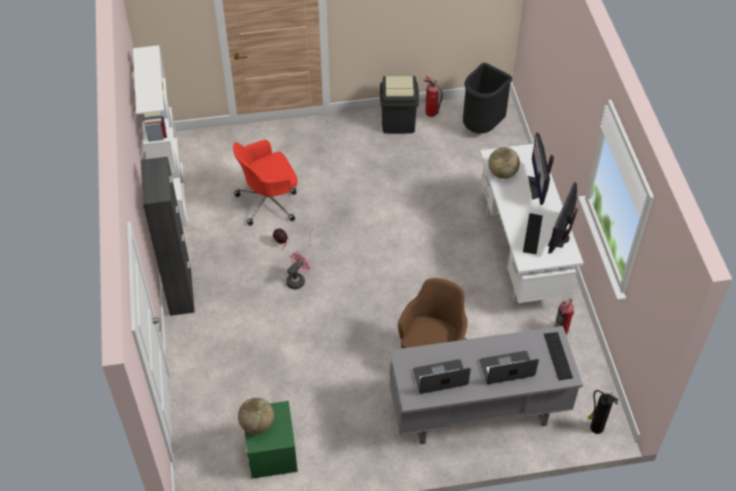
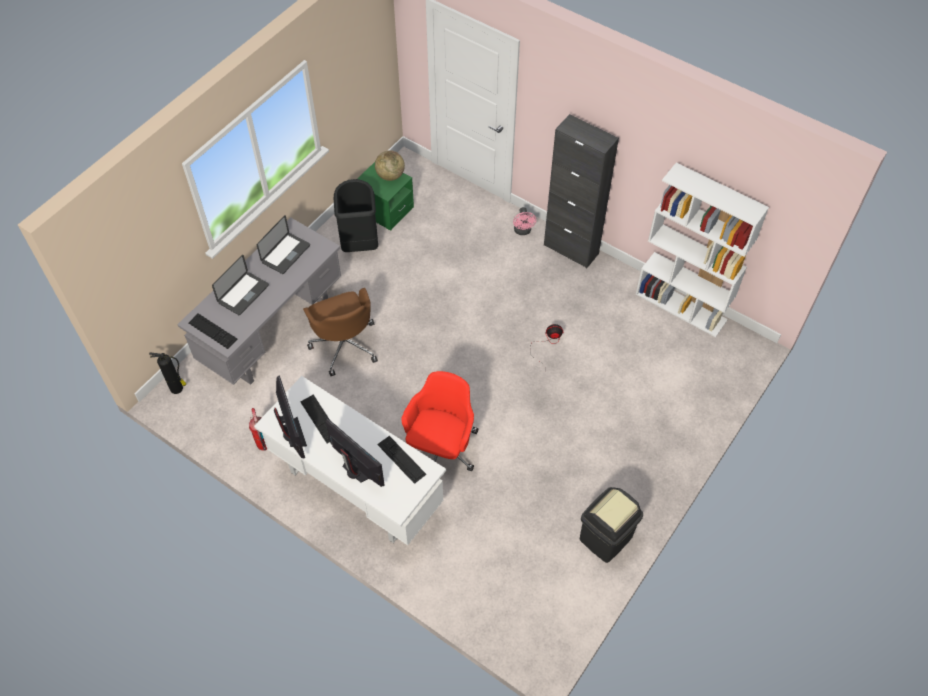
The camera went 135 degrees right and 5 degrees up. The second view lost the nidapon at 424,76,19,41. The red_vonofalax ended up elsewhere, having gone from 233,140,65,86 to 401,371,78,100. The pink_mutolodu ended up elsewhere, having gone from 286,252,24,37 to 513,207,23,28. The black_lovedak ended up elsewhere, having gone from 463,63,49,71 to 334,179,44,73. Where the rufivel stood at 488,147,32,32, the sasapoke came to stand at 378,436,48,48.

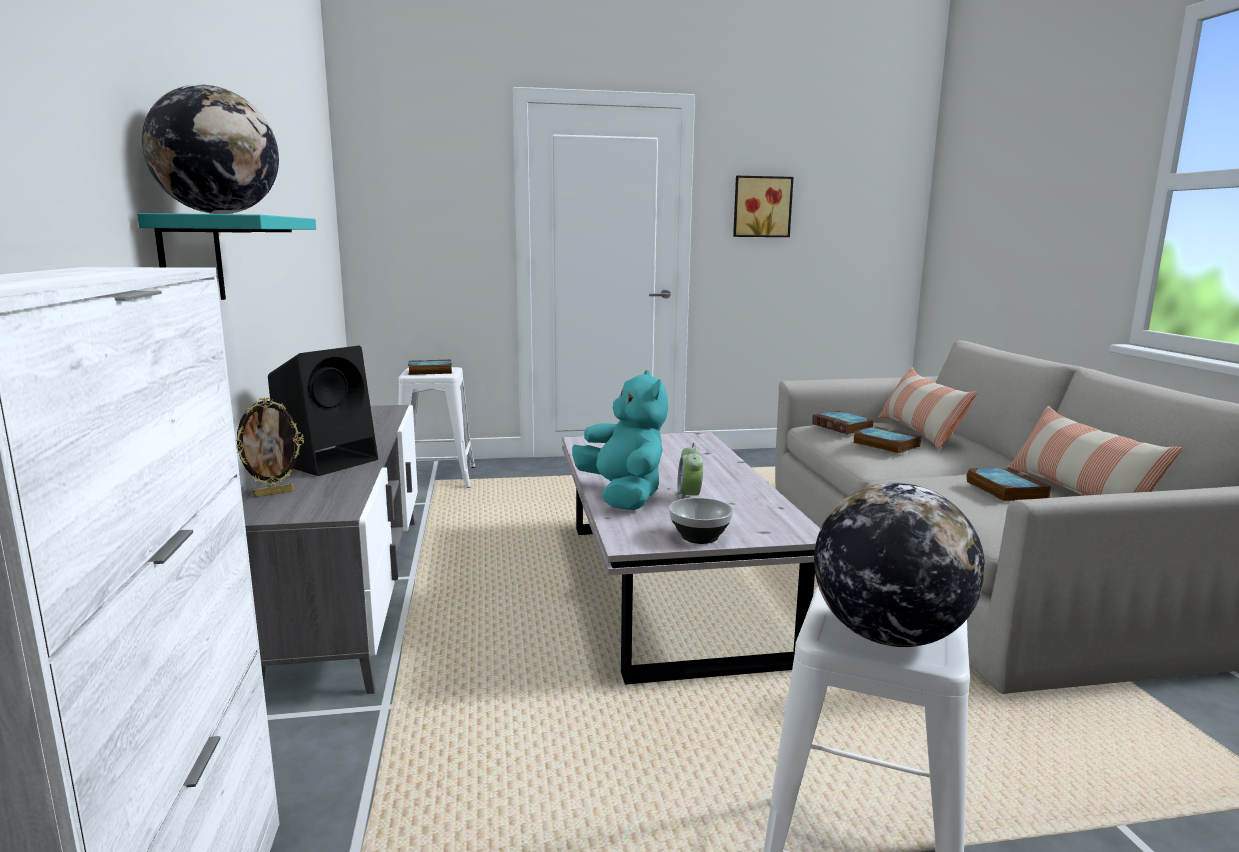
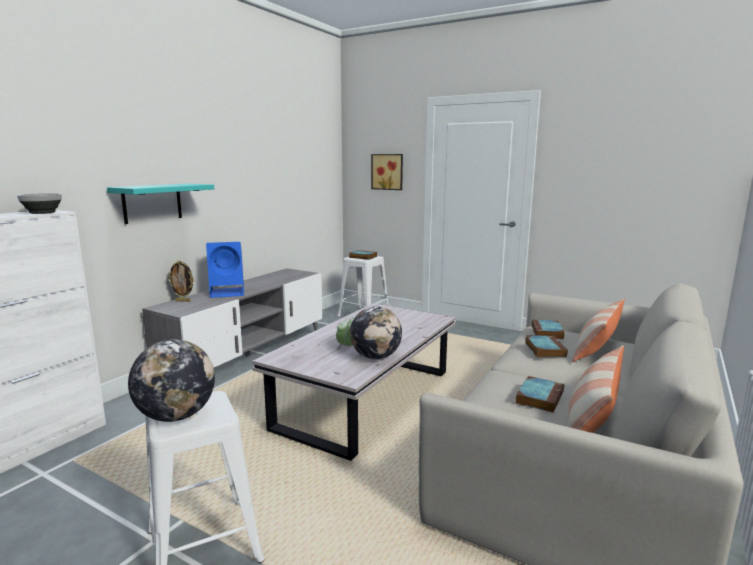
The camera went 40 degrees right and 0 degrees up. The second view lost the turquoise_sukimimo at 572,370,96,140. The rufivel ended up elsewhere, having gone from 142,84,137,130 to 350,306,52,53. The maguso ended up elsewhere, having gone from 669,498,64,46 to 17,193,45,21. The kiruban ended up elsewhere, having gone from 733,176,61,61 to 371,154,32,36. What was the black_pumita at 268,346,110,130 turned into the blue_pumita at 206,242,38,56.

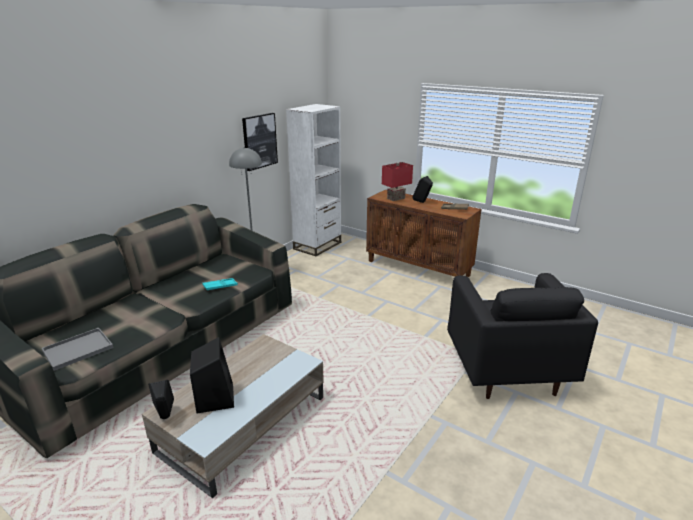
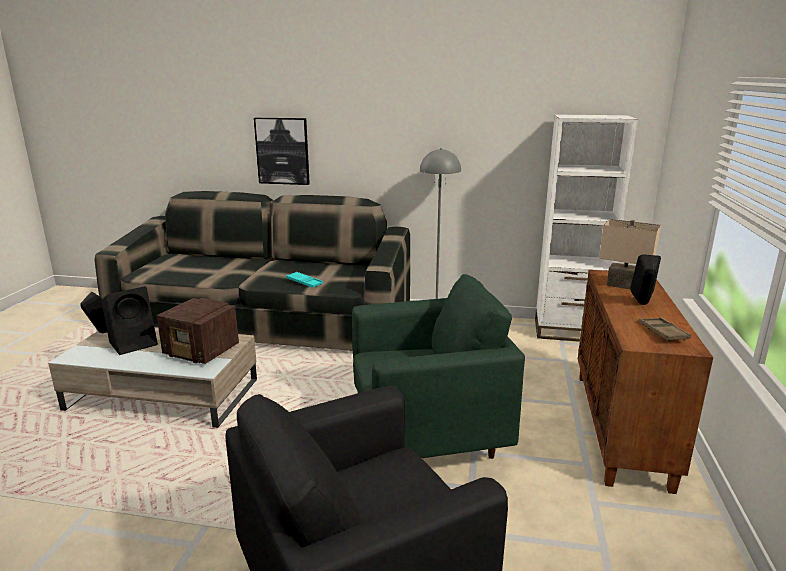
The camera went 65 degrees right and 5 degrees down. The second view lost the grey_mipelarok at 42,328,72,43. The second view gained the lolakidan at 156,298,83,66. The second view gained the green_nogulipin at 352,274,173,185. The kiruban ended up elsewhere, having gone from 242,113,36,58 to 254,118,56,67. What was the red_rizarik at 382,162,31,39 turned into the beige_rizarik at 599,219,62,71.

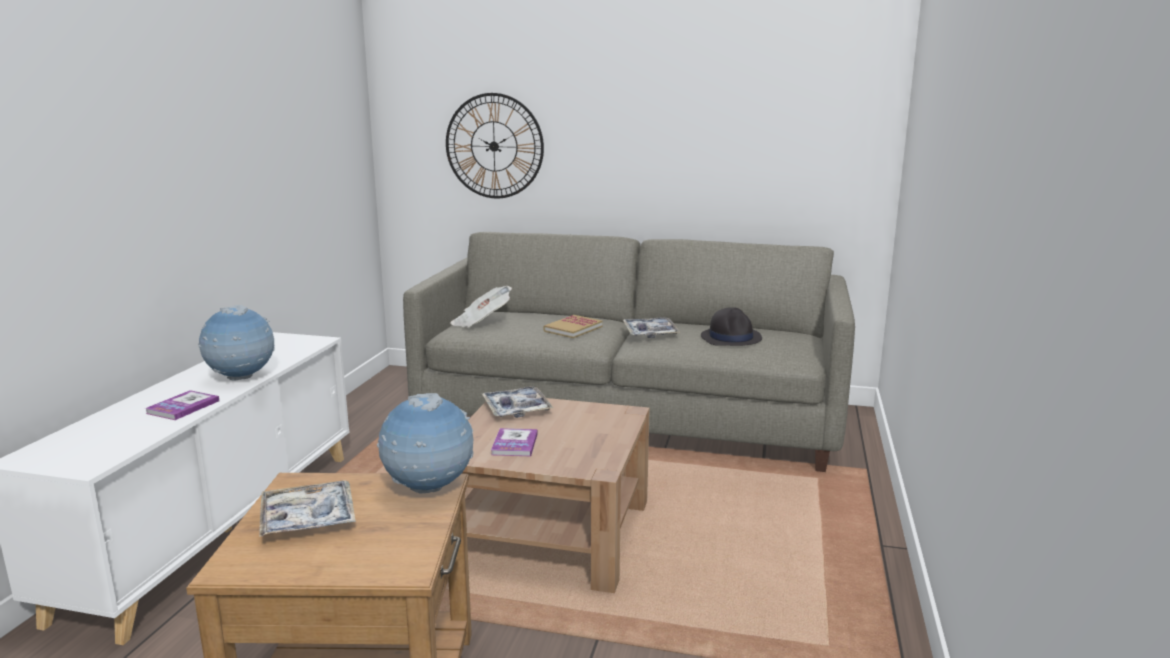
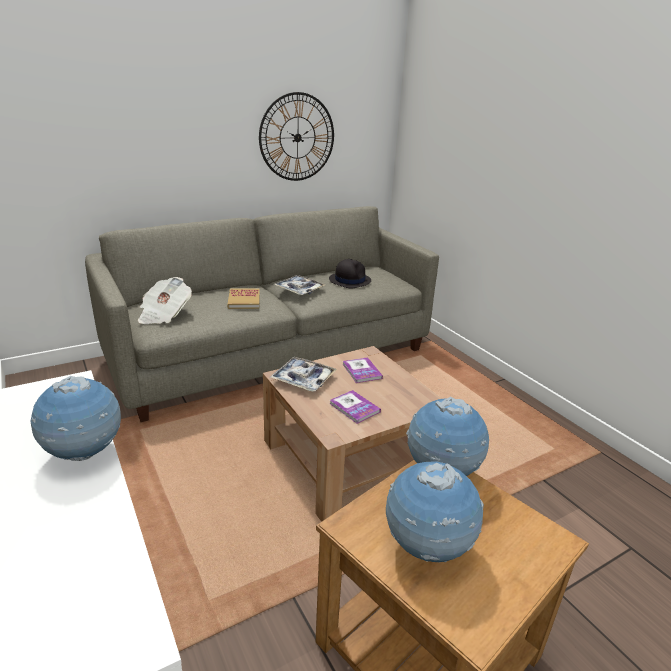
The camera went 45 degrees left and 10 degrees up. The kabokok ended up elsewhere, having gone from 145,390,74,30 to 343,357,40,26. The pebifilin ended up elsewhere, having gone from 446,93,98,105 to 259,92,75,89. Where the mipelarok stood at 259,480,97,57, the rufivel came to stand at 386,461,98,101.

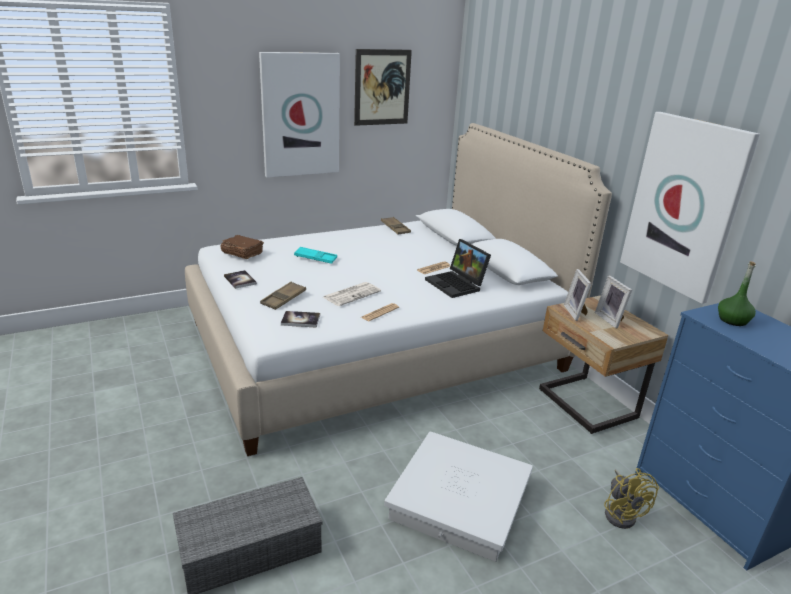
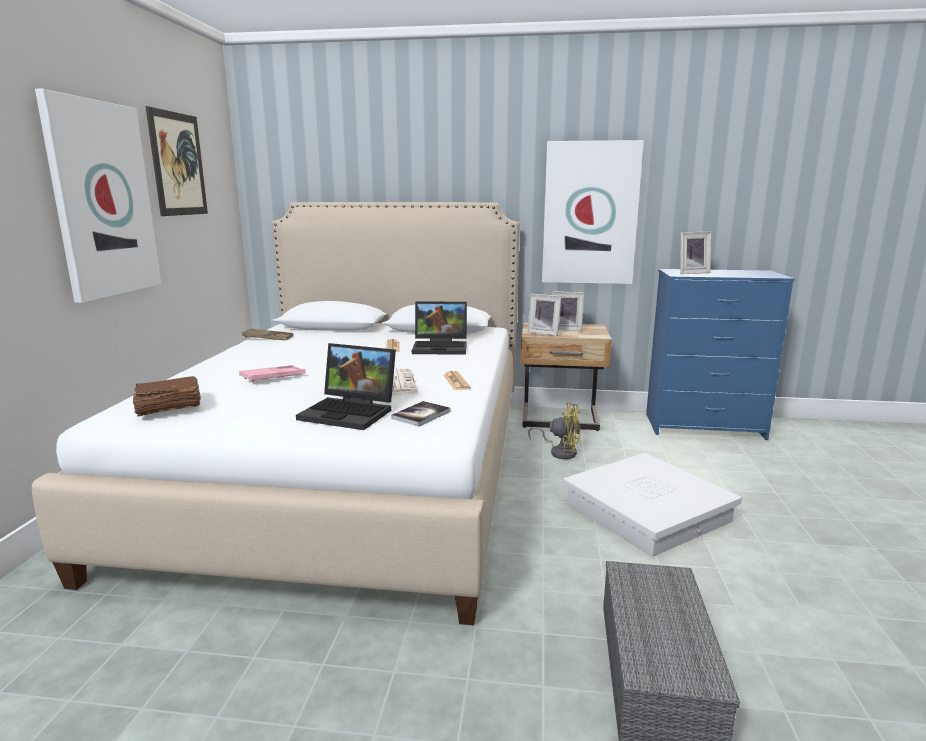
The camera went 55 degrees left and 10 degrees down. The second view lost the kabokok at 224,270,33,19. The yellow_mutolodu ended up elsewhere, having gone from 604,468,55,61 to 528,402,53,57. Where the brown_mipelarok stood at 260,281,46,29, the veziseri came to stand at 296,343,100,87. Where the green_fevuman stood at 718,261,38,65, the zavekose came to stand at 680,232,31,42. What was the turquoise_mipelarok at 294,247,43,17 turned into the pink_mipelarok at 239,365,66,17.

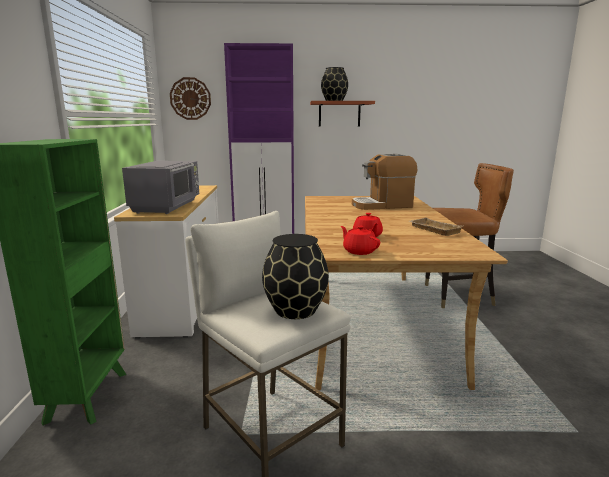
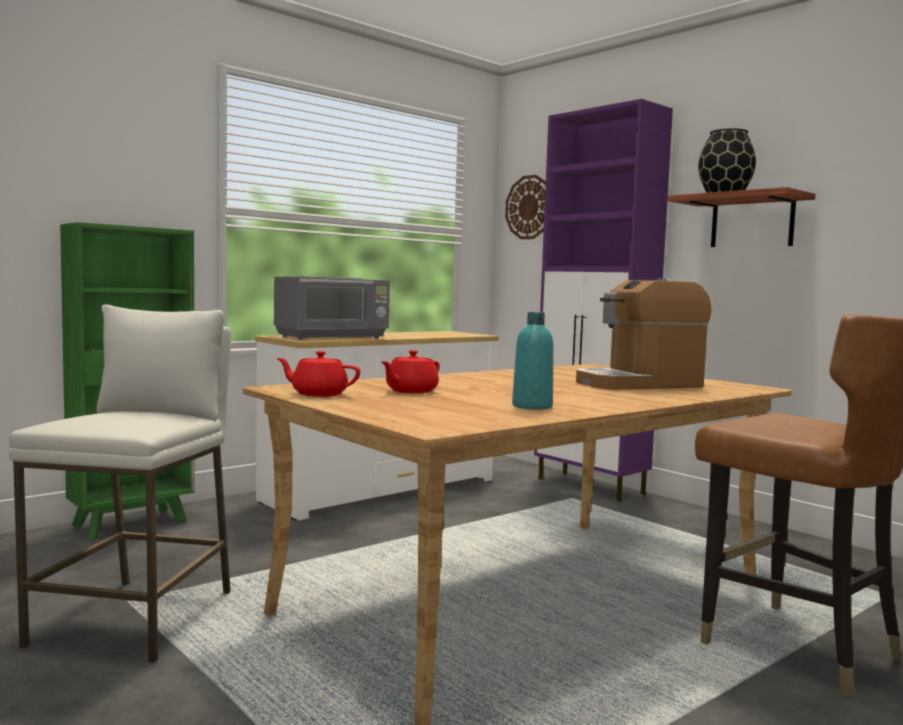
The camera went 50 degrees right and 10 degrees down. The second view lost the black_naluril at 262,234,67,85. Where the beige_mipelarok stood at 409,218,54,18, the turquoise_fevuman came to stand at 512,312,42,98. The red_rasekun at 341,226,39,29 ended up facing another way, 90 degrees counterclockwise from before. The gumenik at 352,153,65,57 ended up facing another way, 60 degrees counterclockwise from before.

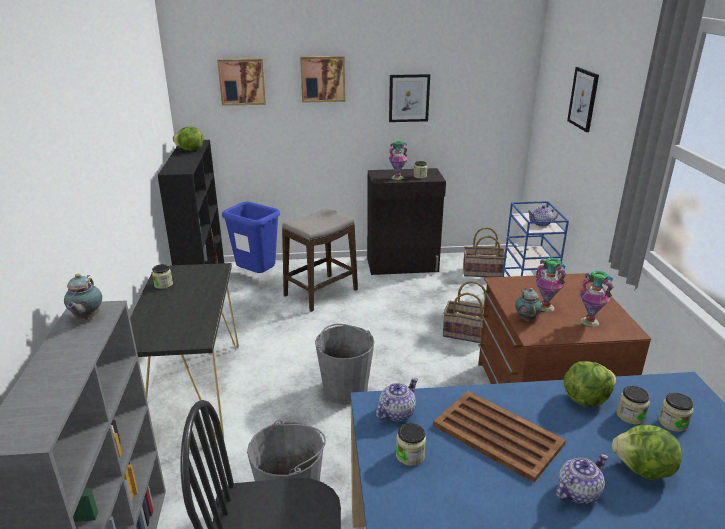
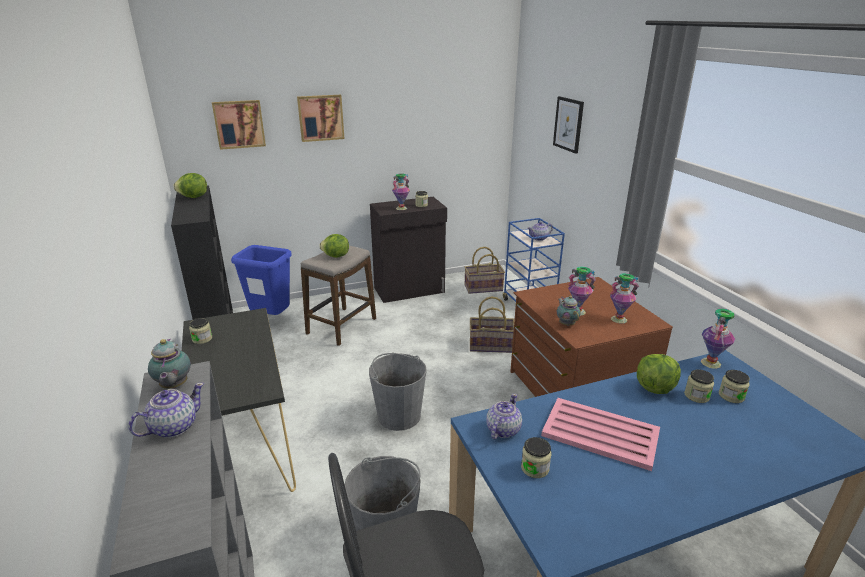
The camera went 15 degrees left and 0 degrees up. The second view lost the kiruban at 389,74,41,48. The second view gained the naluril at 701,309,34,60. The rasekun ended up elsewhere, having gone from 556,454,52,50 to 128,382,76,56. The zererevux ended up elsewhere, having gone from 612,424,70,56 to 319,234,30,24. What was the brown_mipelarok at 433,391,133,91 turned into the pink_mipelarok at 541,398,119,73.

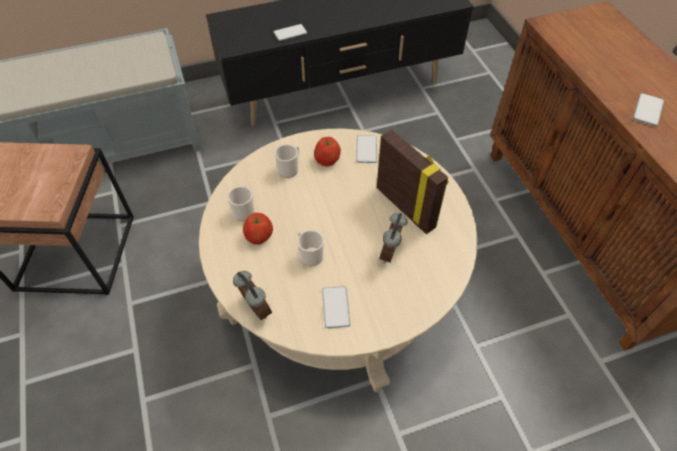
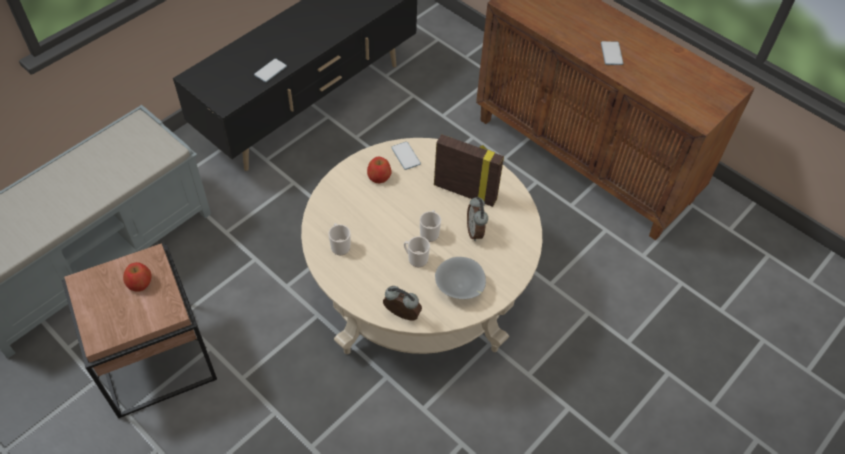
The camera went 30 degrees left and 0 degrees up. The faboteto ended up elsewhere, having gone from 243,213,30,32 to 123,262,29,29. The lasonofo ended up elsewhere, having gone from 275,144,24,34 to 420,210,21,32. Where the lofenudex stood at 322,286,28,42, the grey_maguso came to stand at 435,257,51,42.

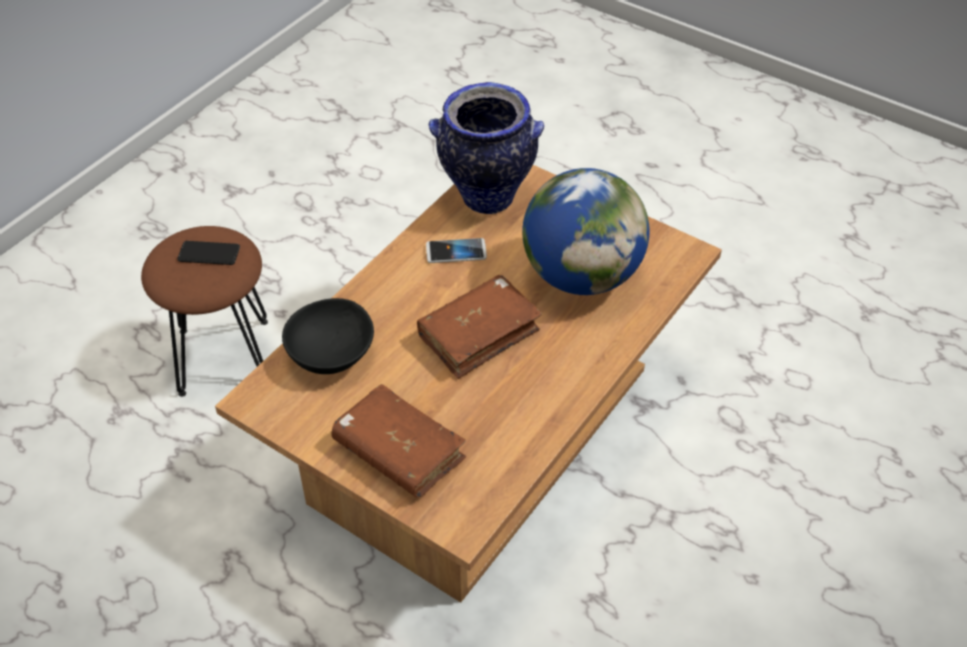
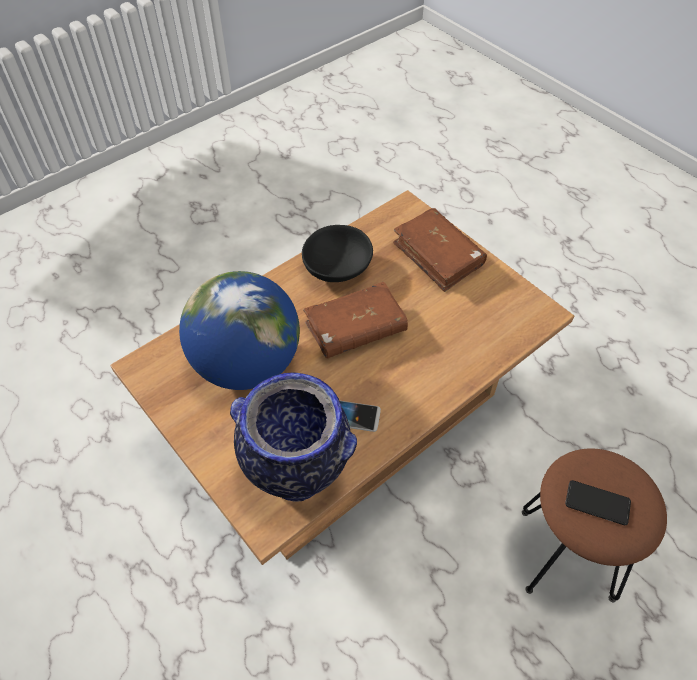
The camera went 165 degrees left and 5 degrees up. The black_maguso ended up elsewhere, having gone from 282,298,92,76 to 302,225,71,57.

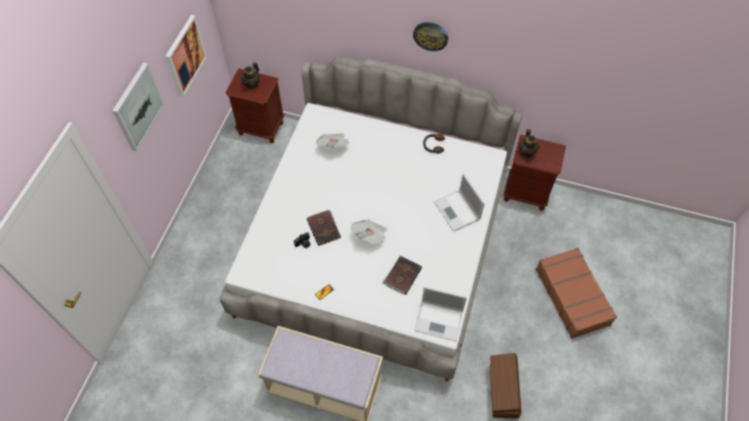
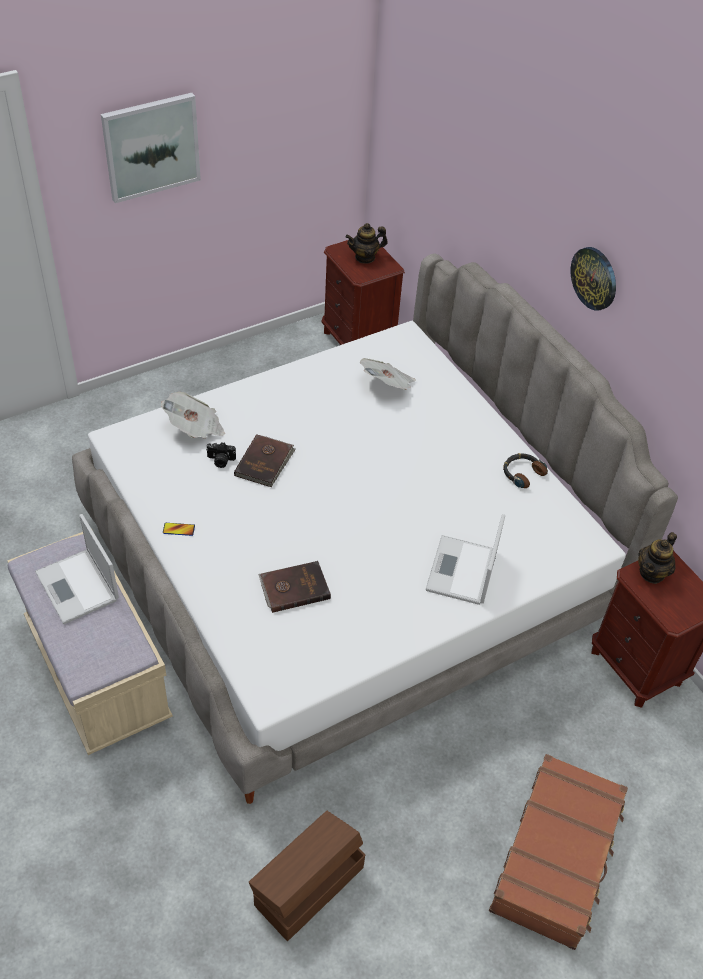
The camera went 40 degrees right and 10 degrees down. The second view lost the kiruban at 166,15,41,82. The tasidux ended up elsewhere, having gone from 351,219,37,25 to 161,392,64,47. The veziseri ended up elsewhere, having gone from 414,286,53,55 to 35,514,84,110.

